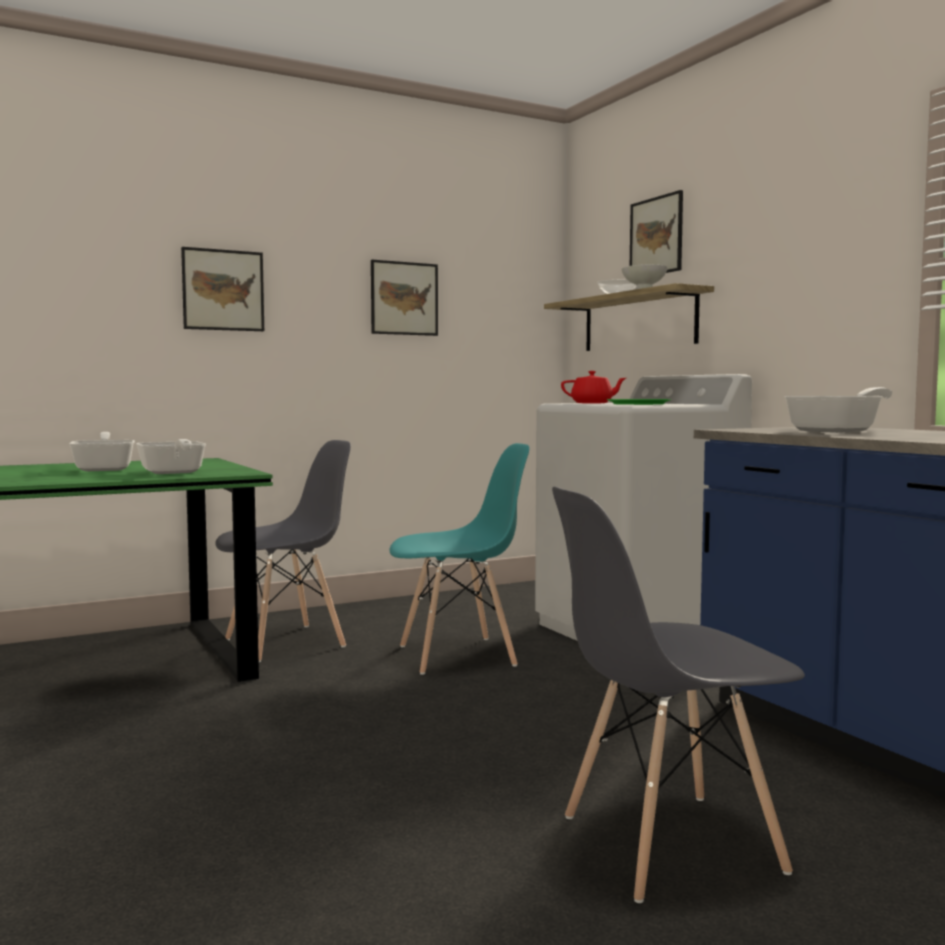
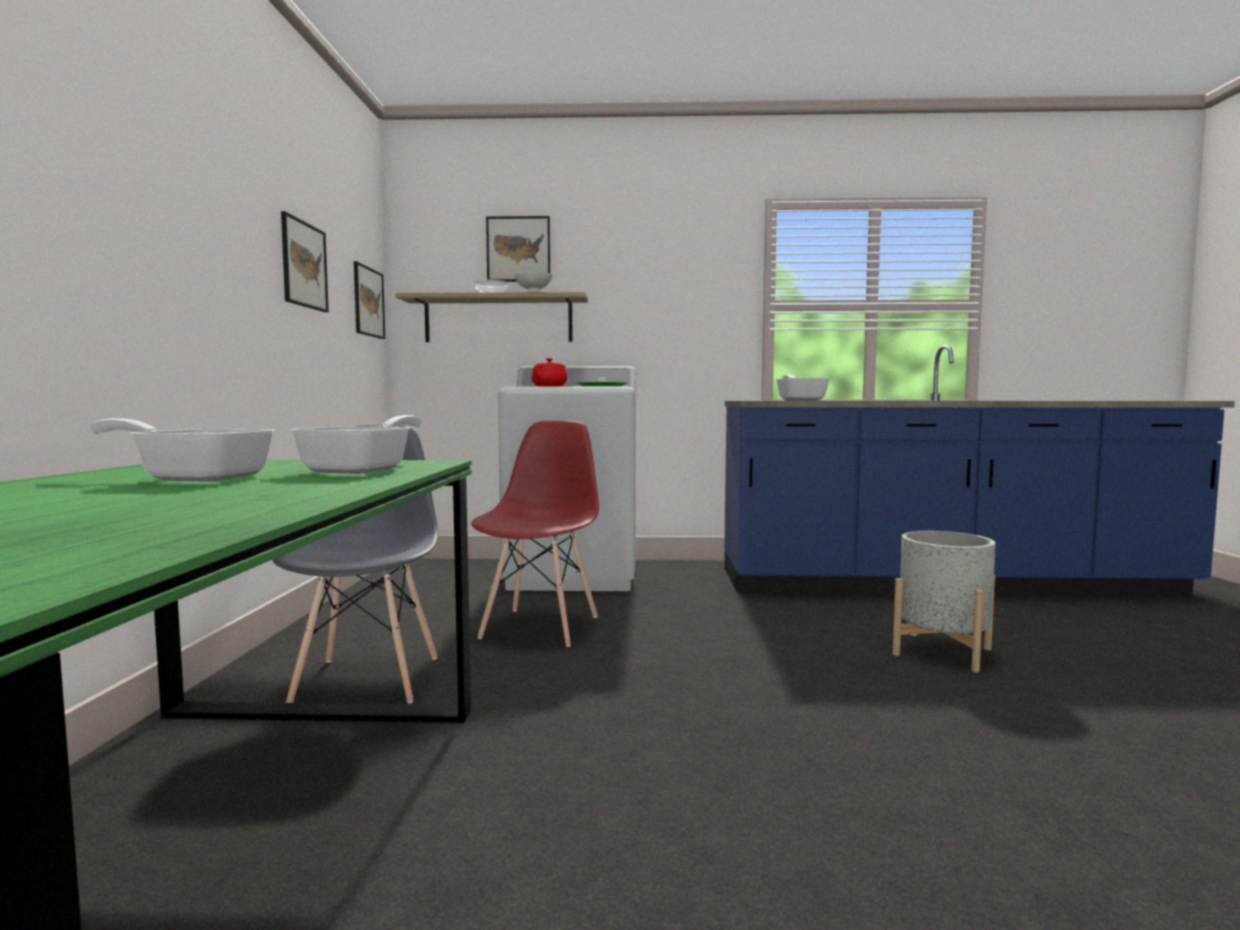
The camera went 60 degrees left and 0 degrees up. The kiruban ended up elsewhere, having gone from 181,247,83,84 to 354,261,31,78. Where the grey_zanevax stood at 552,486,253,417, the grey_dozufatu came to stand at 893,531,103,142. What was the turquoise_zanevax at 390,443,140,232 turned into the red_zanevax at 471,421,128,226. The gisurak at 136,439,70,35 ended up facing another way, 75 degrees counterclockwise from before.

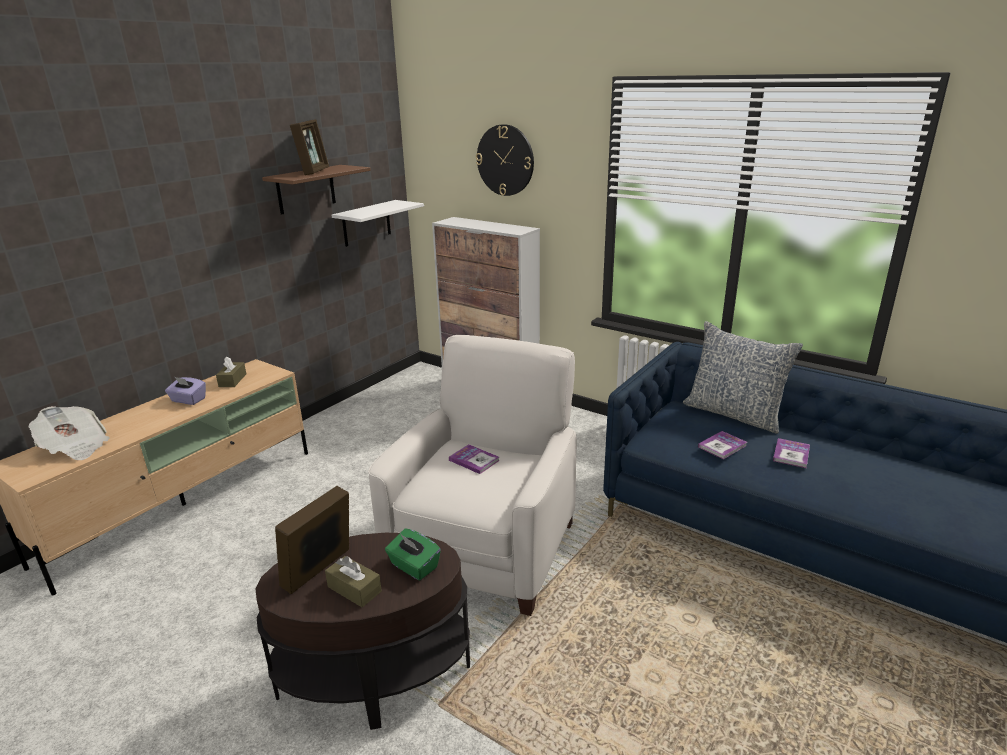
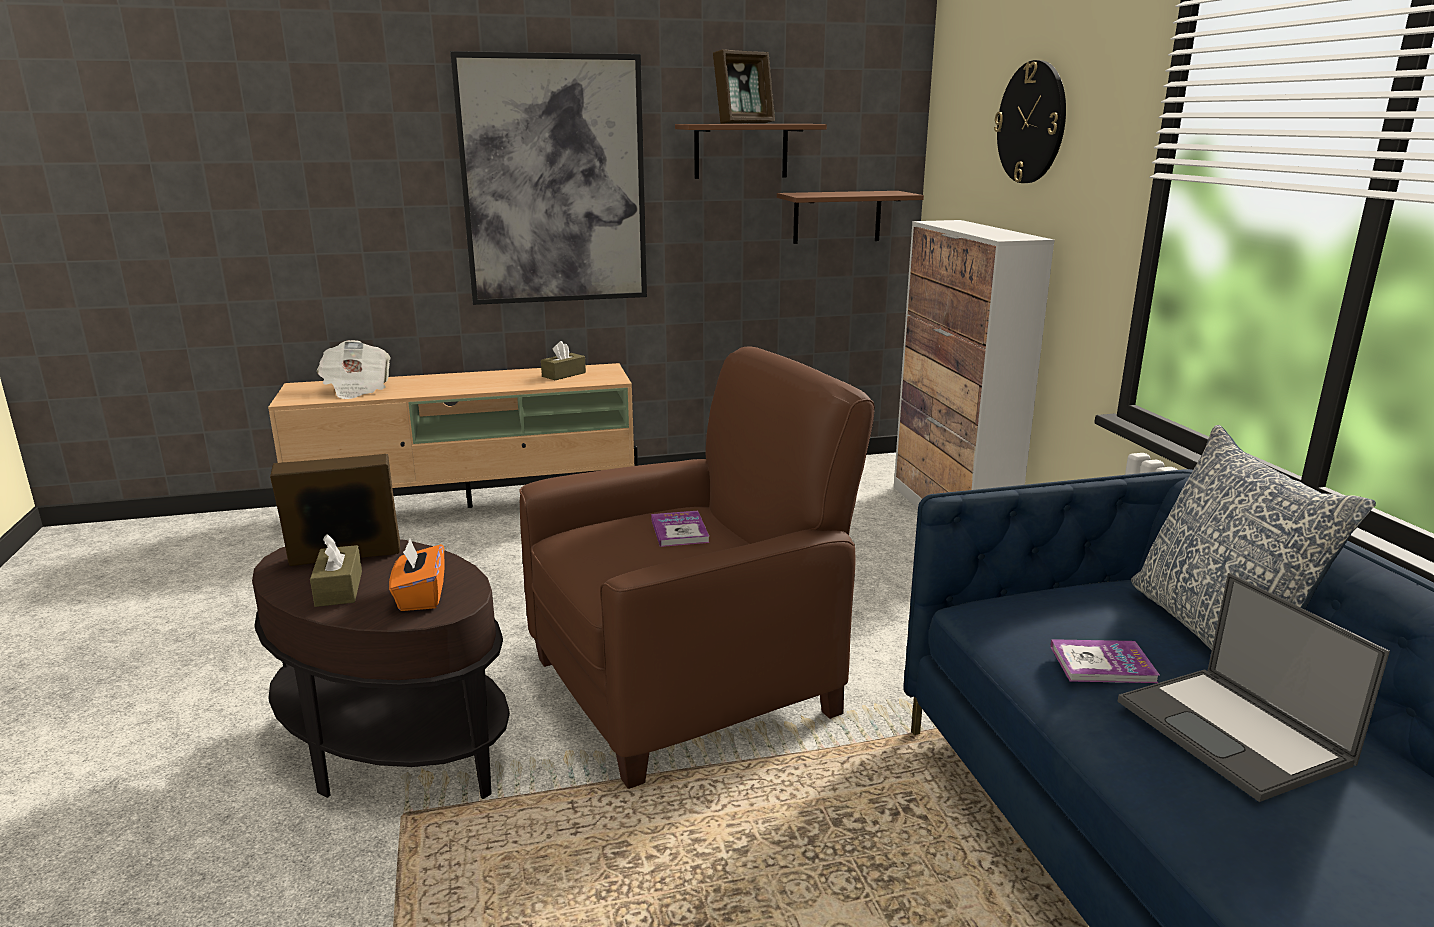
The camera went 40 degrees right and 5 degrees down. The second view lost the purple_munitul at 165,377,41,28. The second view gained the kiruban at 450,51,197,254. Where the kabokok stood at 773,438,37,30, the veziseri came to stand at 1118,573,272,229. What was the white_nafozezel at 331,200,93,47 turned into the brown_nafozezel at 777,191,147,53. What was the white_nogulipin at 368,335,209,281 turned into the brown_nogulipin at 519,346,356,443. What was the green_munitul at 385,529,56,51 turned into the orange_munitul at 389,539,55,72.

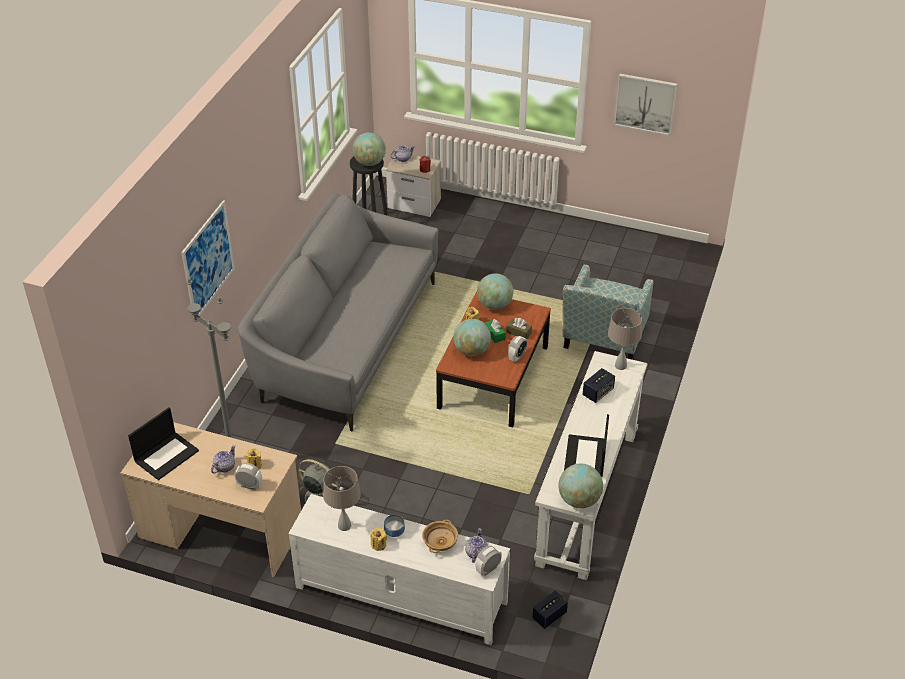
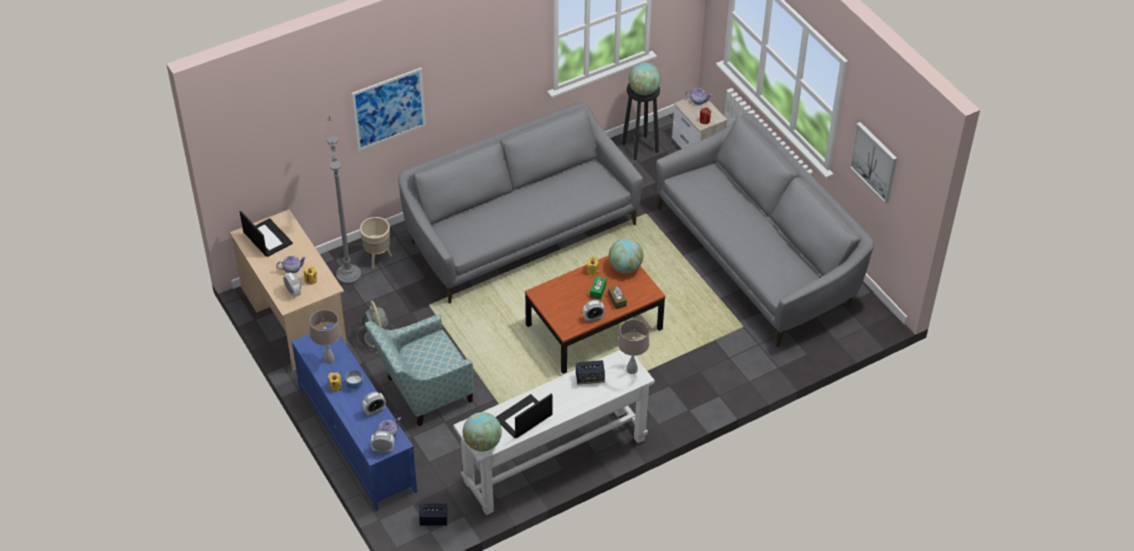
The camera went 40 degrees right and 5 degrees up. The second view lost the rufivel at 453,319,38,37. The second view gained the beige_dozufatu at 360,217,32,51. The second view gained the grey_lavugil at 656,114,218,233. The nogulipin ended up elsewhere, having gone from 563,264,91,96 to 364,314,110,112. Where the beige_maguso stood at 422,520,36,33, the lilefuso came to stand at 362,392,24,24. What was the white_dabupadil at 289,494,221,151 turned into the blue_dabupadil at 291,324,126,187. The veziseri at 128,407,71,73 ended up facing another way, 120 degrees counterclockwise from before.

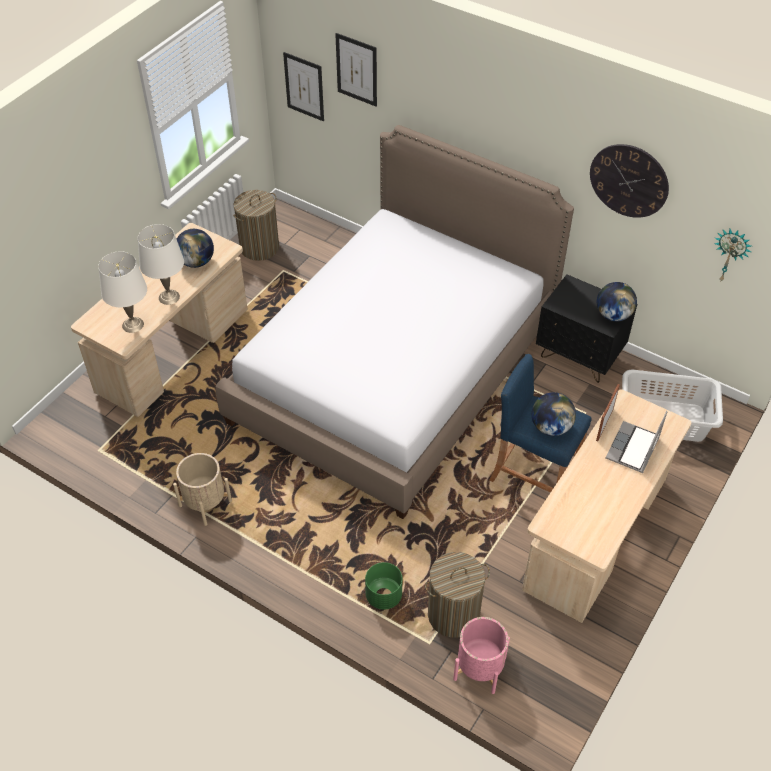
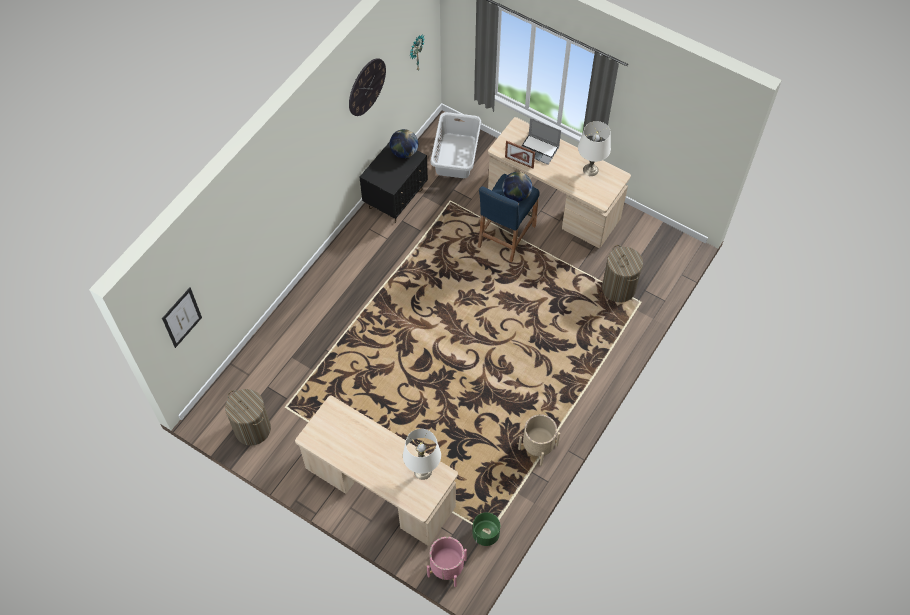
The camera went 90 degrees left and 10 degrees up. The second view lost the rufivel at 177,229,37,39. The second view lost the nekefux at 215,125,359,394. The second view lost the kiruban at 335,33,42,73. The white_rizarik ended up elsewhere, having gone from 138,224,46,81 to 578,121,33,55. The green_dozufatu ended up elsewhere, having gone from 365,562,37,48 to 473,512,27,34. The pink_dozufatu ended up elsewhere, having gone from 453,617,57,77 to 427,537,40,50.

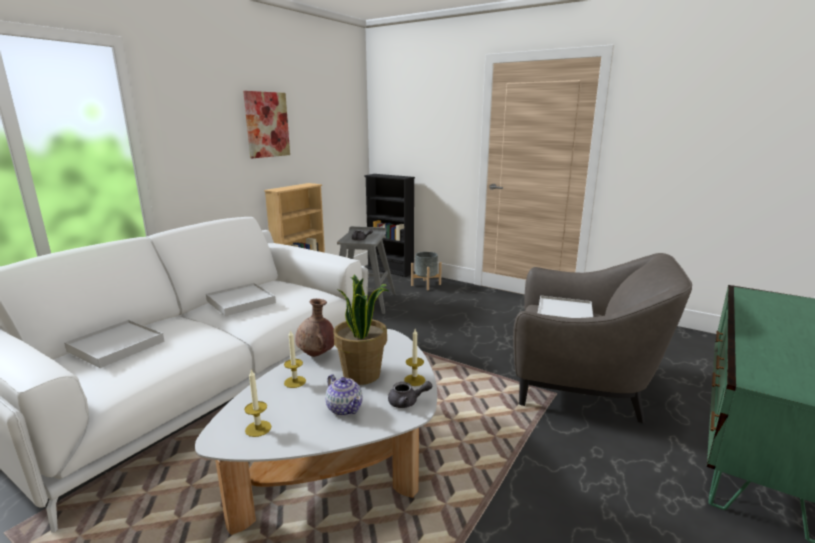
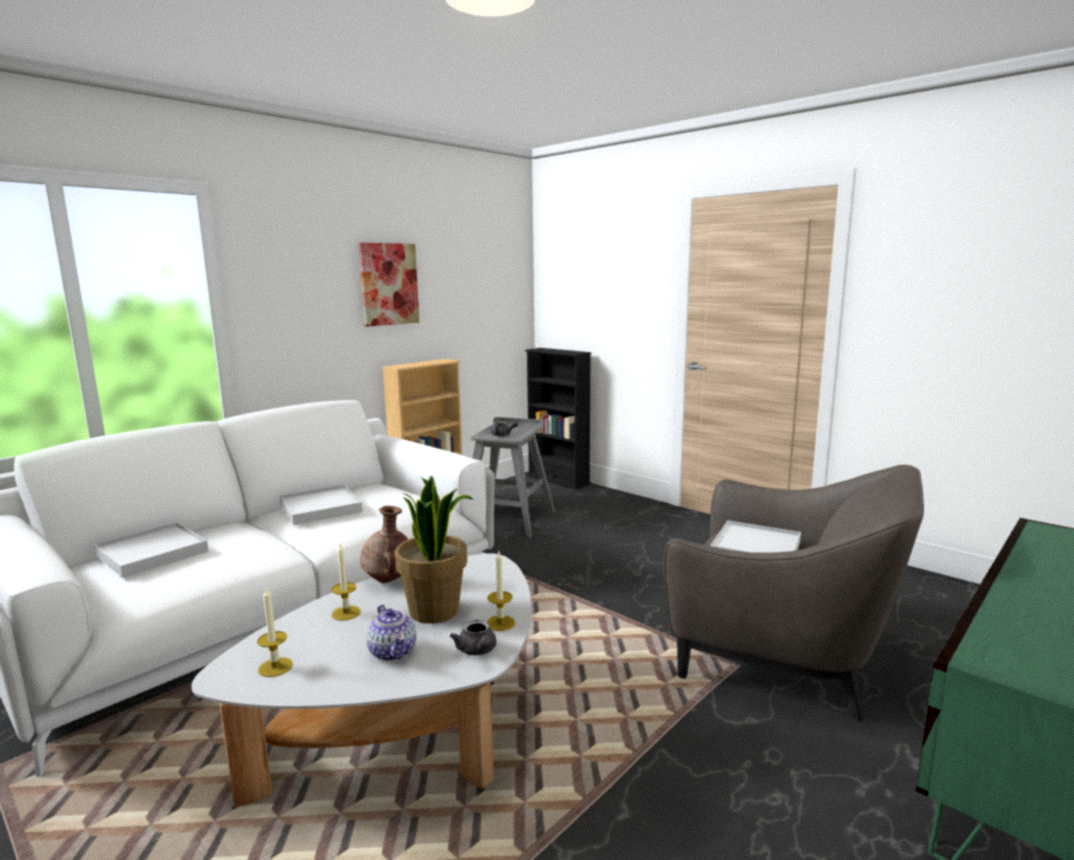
The camera went 10 degrees right and 5 degrees down. The second view lost the grey_dozufatu at 411,252,31,38. The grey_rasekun at 388,381,44,27 ended up facing another way, 60 degrees clockwise from before.

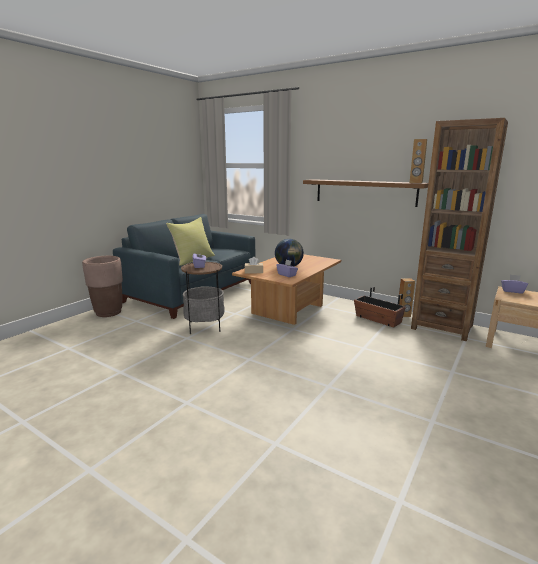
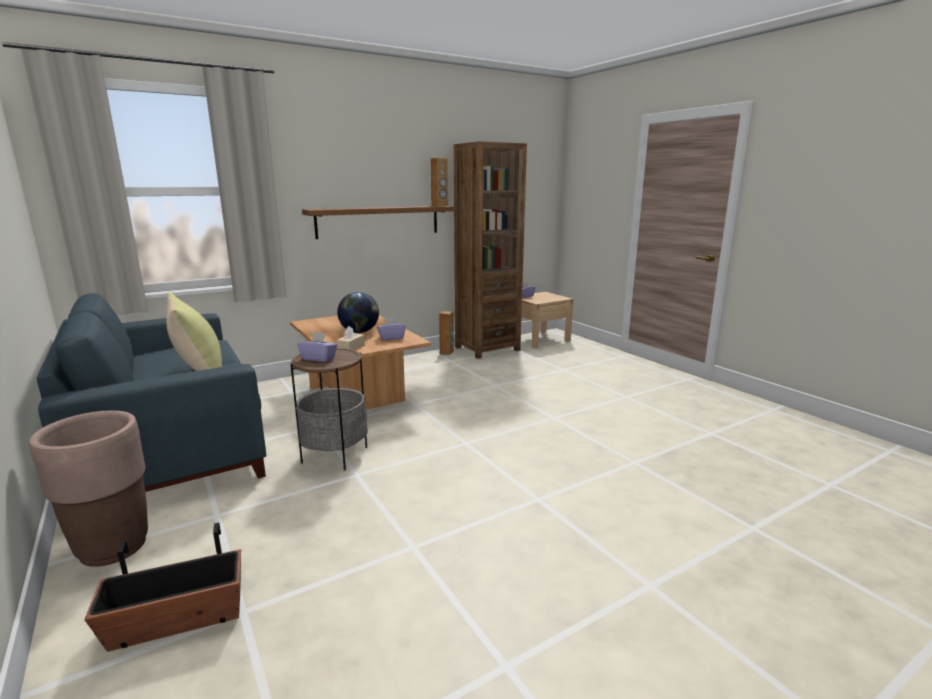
The camera went 65 degrees left and 0 degrees up. The dozufatu ended up elsewhere, having gone from 354,287,52,40 to 85,523,156,129.

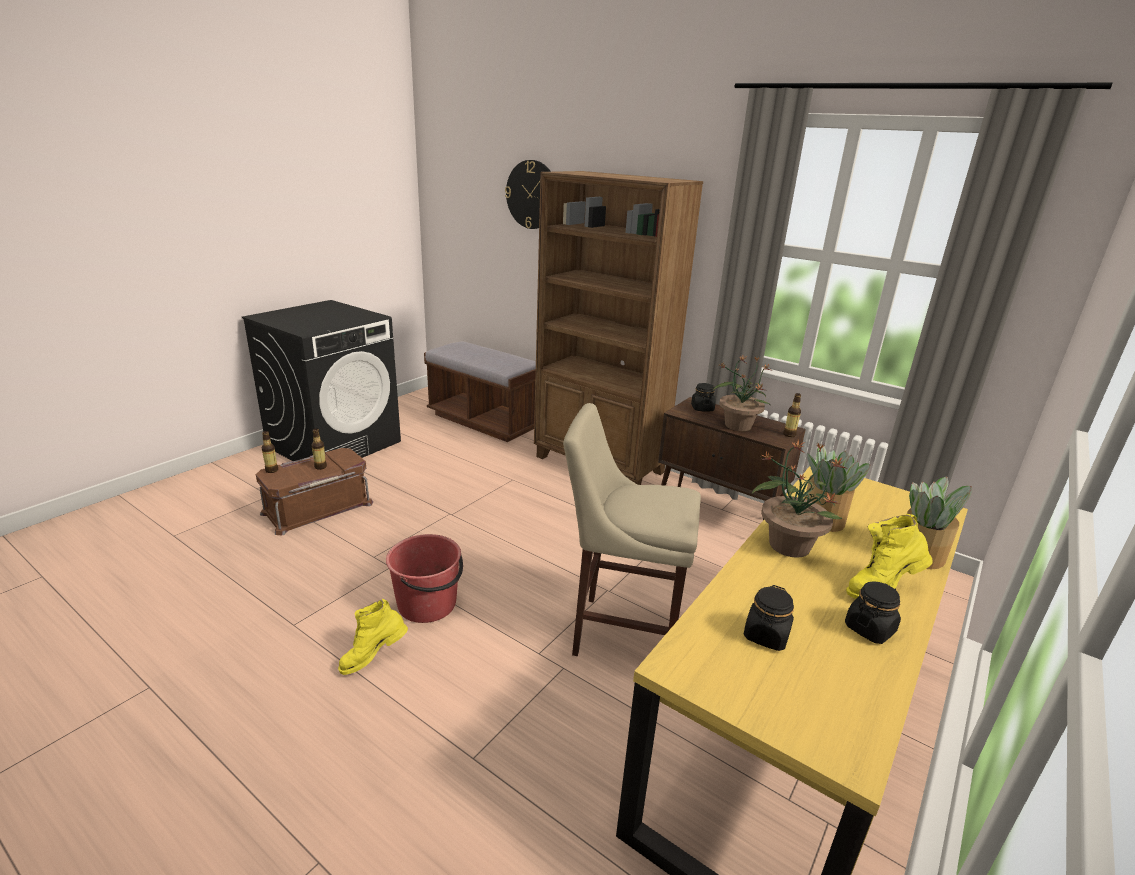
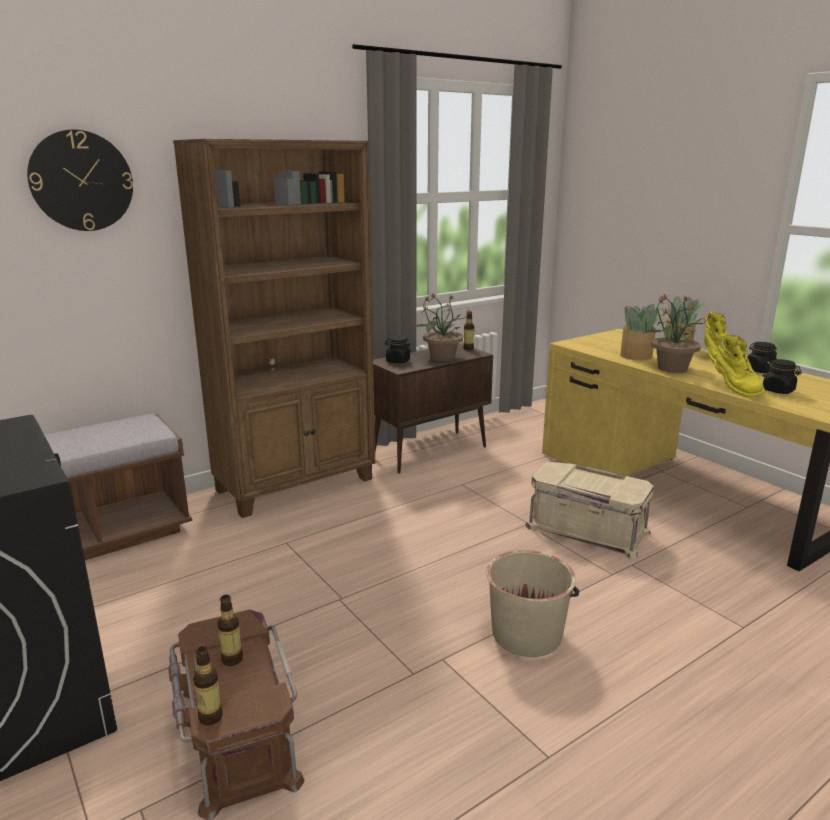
The camera went 70 degrees left and 5 degrees down. The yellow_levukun ended up elsewhere, having gone from 338,599,70,76 to 714,334,51,64. Where the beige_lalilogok stood at 563,403,138,253, the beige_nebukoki came to stand at 525,460,129,98. What was the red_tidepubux at 386,534,77,89 turned into the beige_tidepubux at 486,550,93,107.

